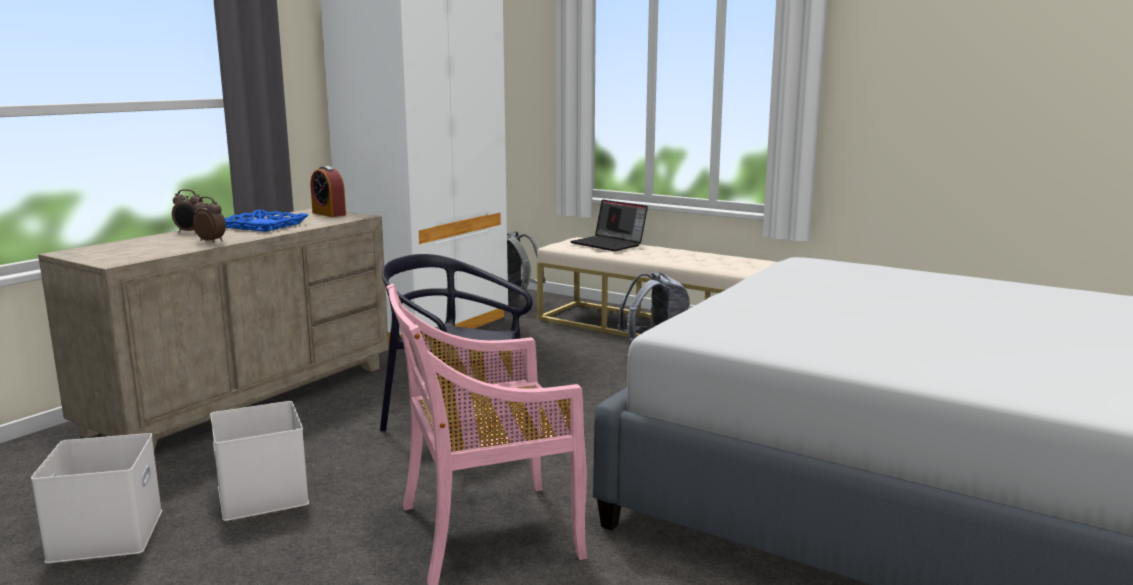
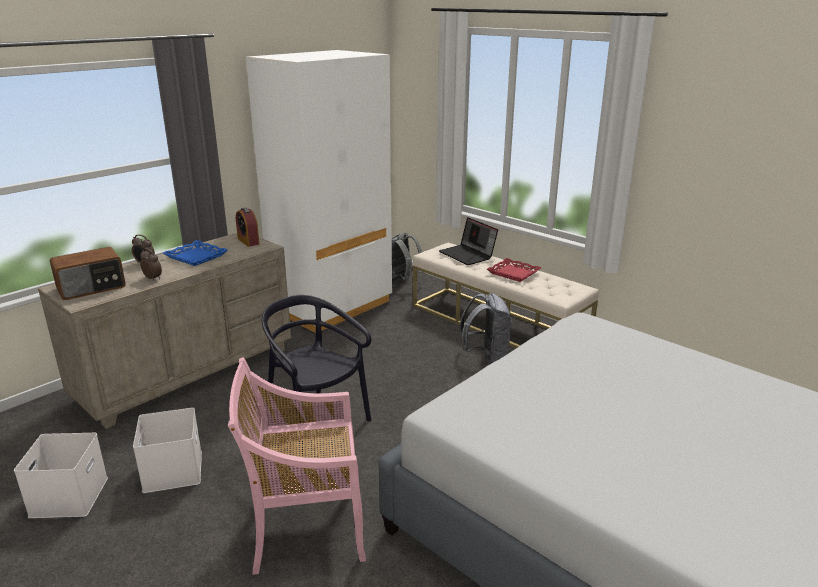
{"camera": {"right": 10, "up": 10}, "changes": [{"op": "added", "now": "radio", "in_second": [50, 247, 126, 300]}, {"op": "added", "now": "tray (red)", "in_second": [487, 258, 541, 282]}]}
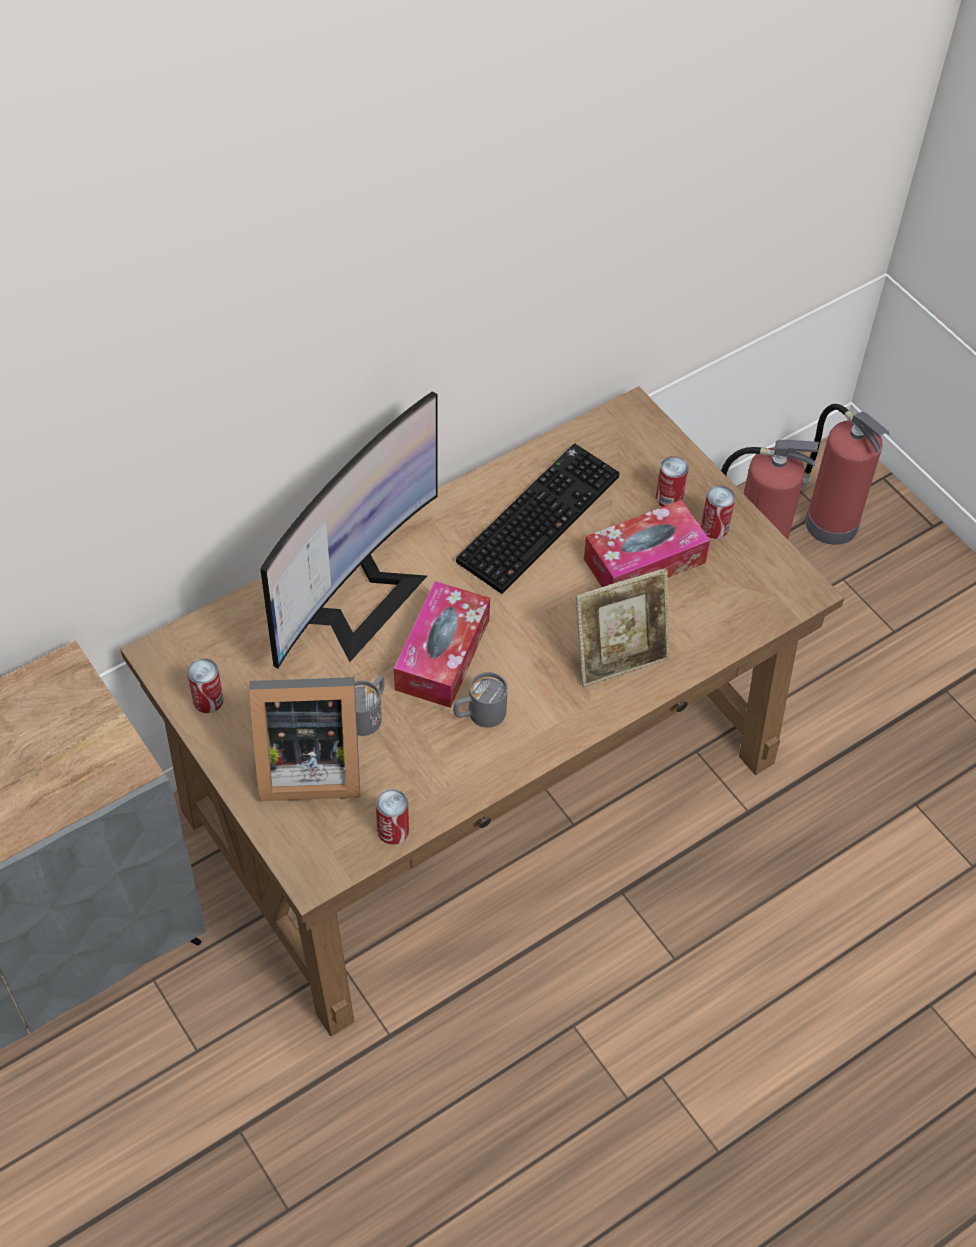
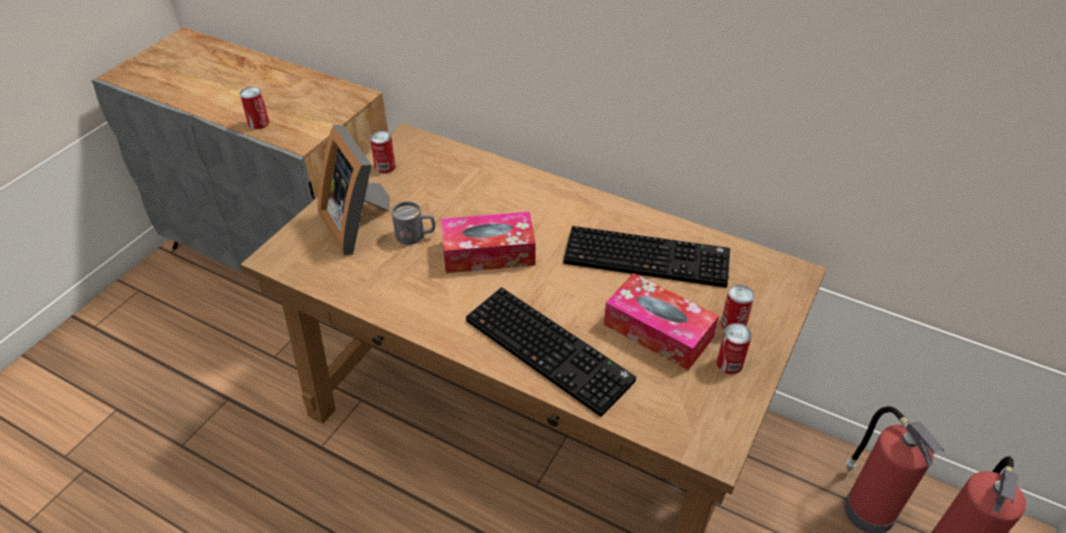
{"camera": {"right": 65, "up": -10}, "changes": [{"op": "removed", "was": "monitor", "in_first": [260, 391, 438, 669]}, {"op": "removed", "was": "mug (grey)", "in_first": [453, 672, 508, 728]}, {"op": "moved", "was": "can", "in_first": [376, 789, 409, 845], "in_second": [239, 87, 269, 129]}, {"op": "replaced", "was": "picture frame", "now": "keyboard", "in_first": [576, 568, 670, 687], "in_second": [466, 287, 636, 417]}]}
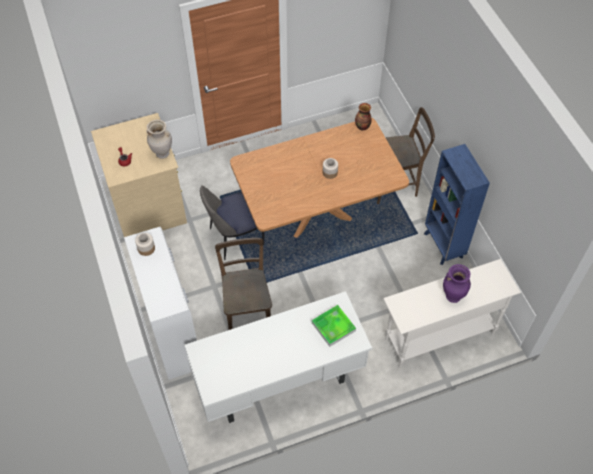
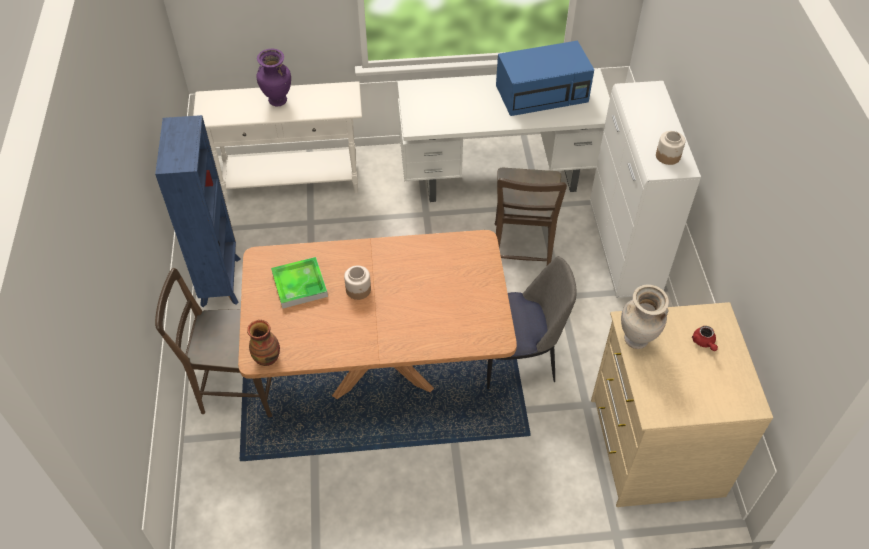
{"camera": {"right": -165, "up": -5}, "changes": [{"op": "added", "now": "microwave (blue)", "in_second": [496, 41, 594, 116]}, {"op": "moved", "was": "tray", "in_first": [312, 305, 356, 347], "in_second": [271, 257, 328, 309]}]}
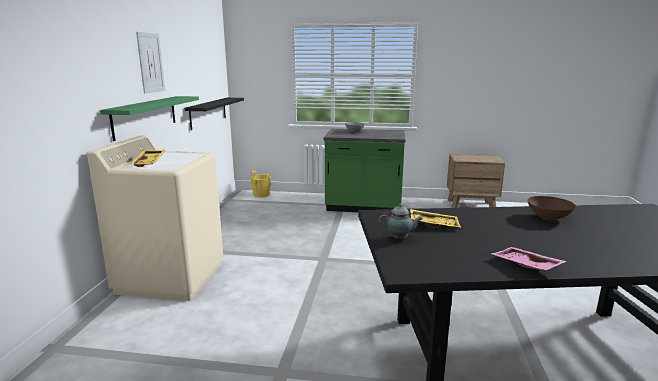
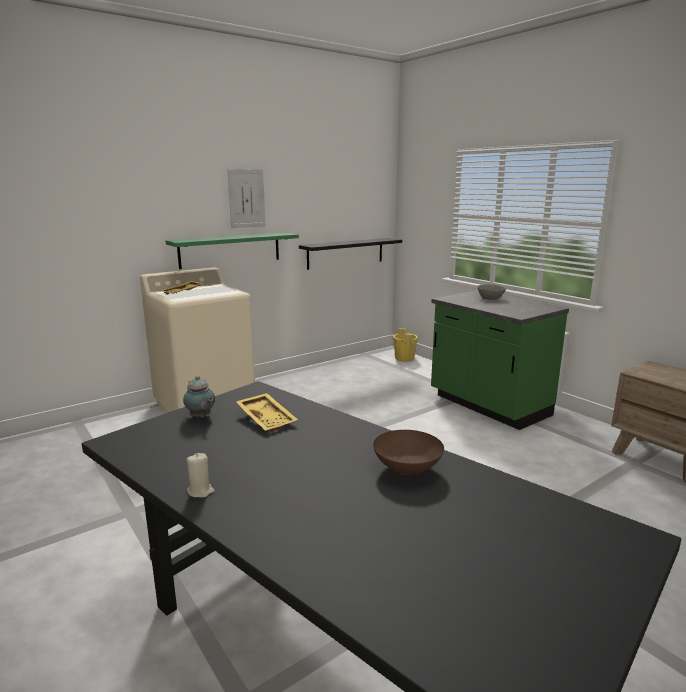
{"camera": {"right": 45, "up": 0}, "changes": [{"op": "replaced", "was": "tray (pink)", "now": "candle (beige)", "in_first": [491, 247, 567, 271], "in_second": [187, 453, 215, 498]}]}
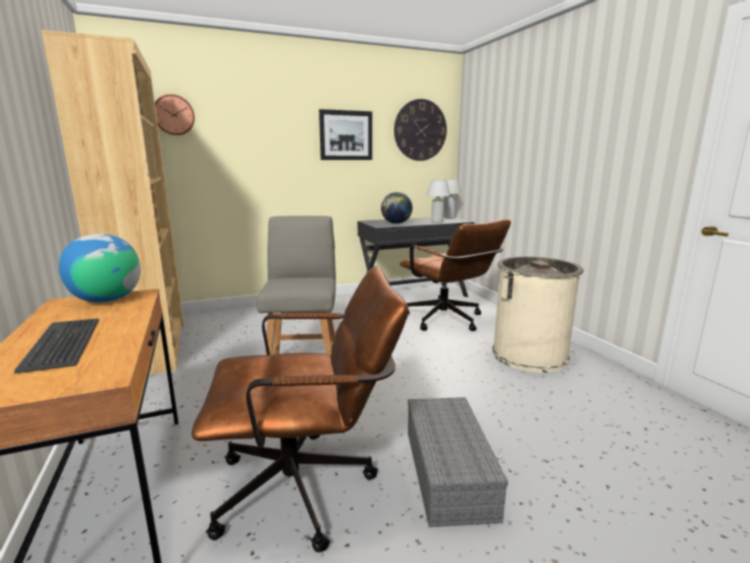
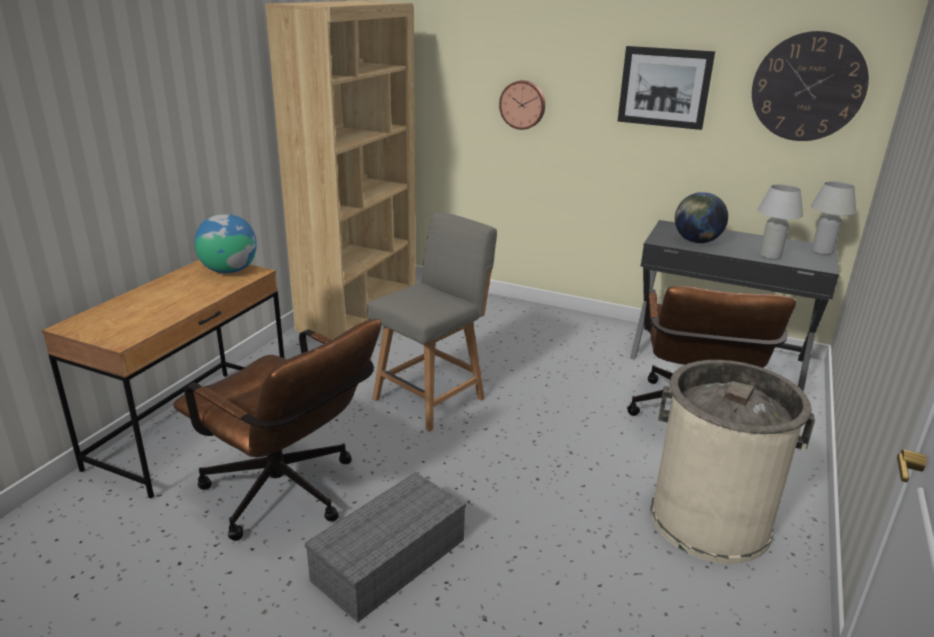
{"camera": {"right": 45, "up": 10}, "changes": [{"op": "removed", "was": "keyboard", "in_first": [14, 318, 99, 373]}, {"op": "moved", "was": "wall clock", "in_first": [155, 94, 195, 135], "in_second": [499, 80, 545, 130]}]}
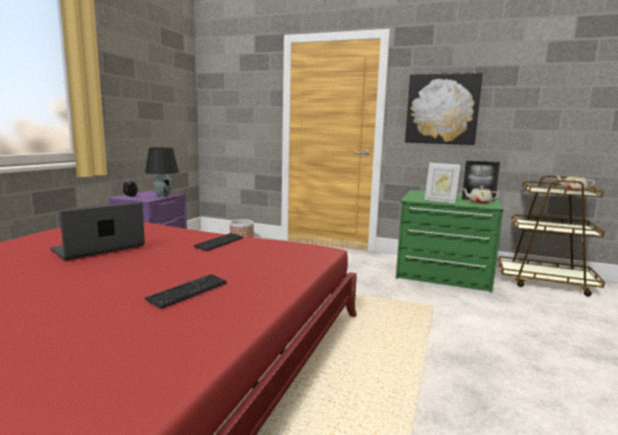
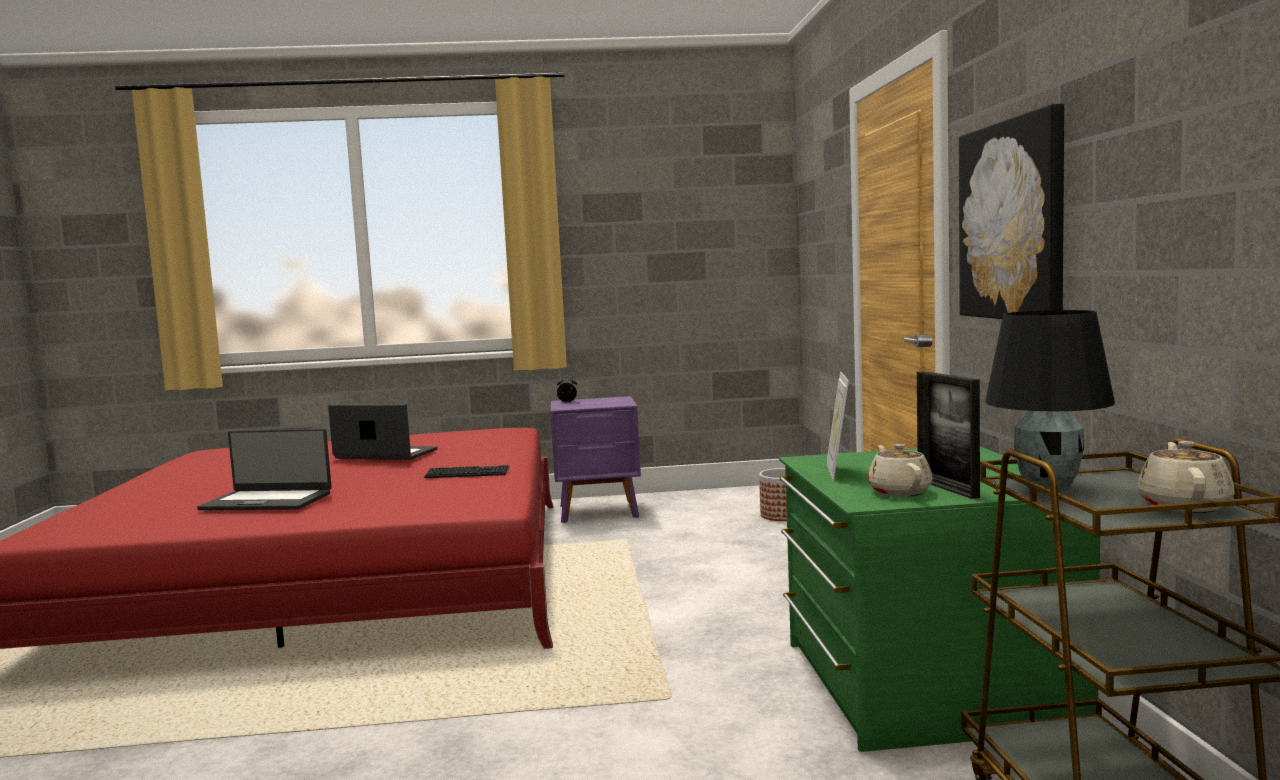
{"camera": {"right": 65, "up": -5}, "changes": [{"op": "moved", "was": "table lamp (black)", "in_first": [145, 148, 179, 197], "in_second": [985, 310, 1115, 493]}, {"op": "replaced", "was": "keyboard", "now": "laptop", "in_first": [144, 274, 227, 309], "in_second": [197, 429, 332, 510]}]}
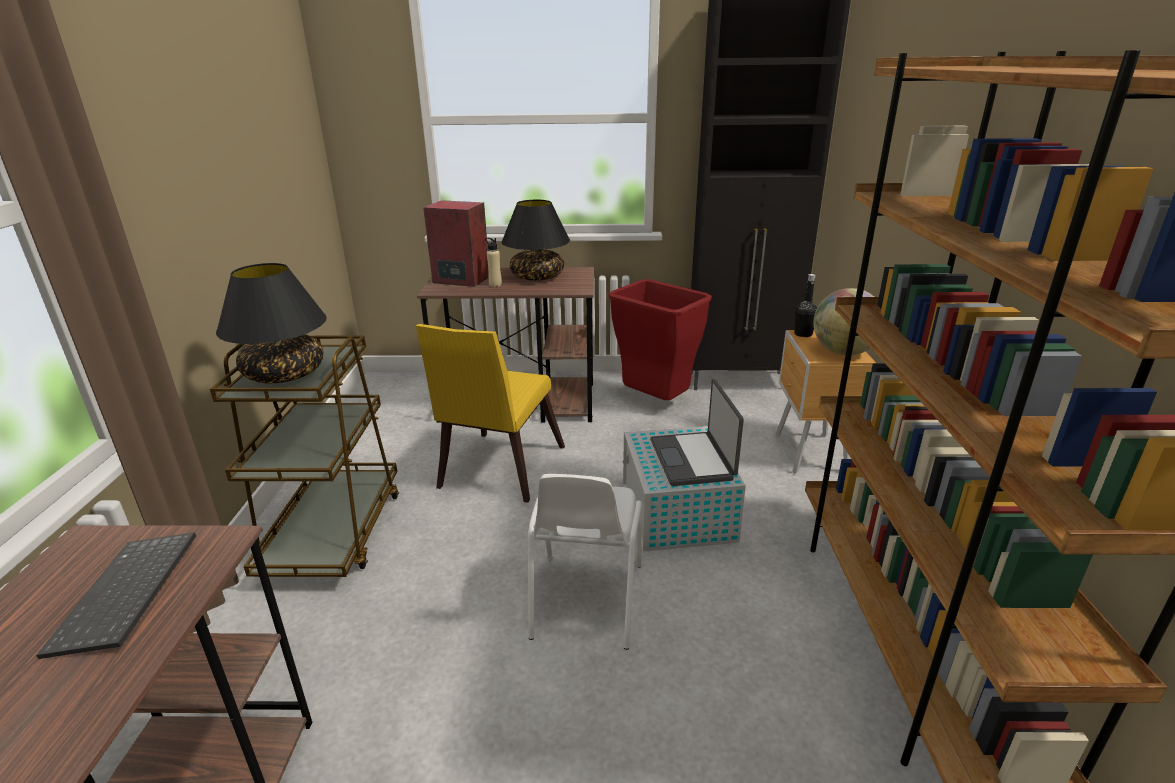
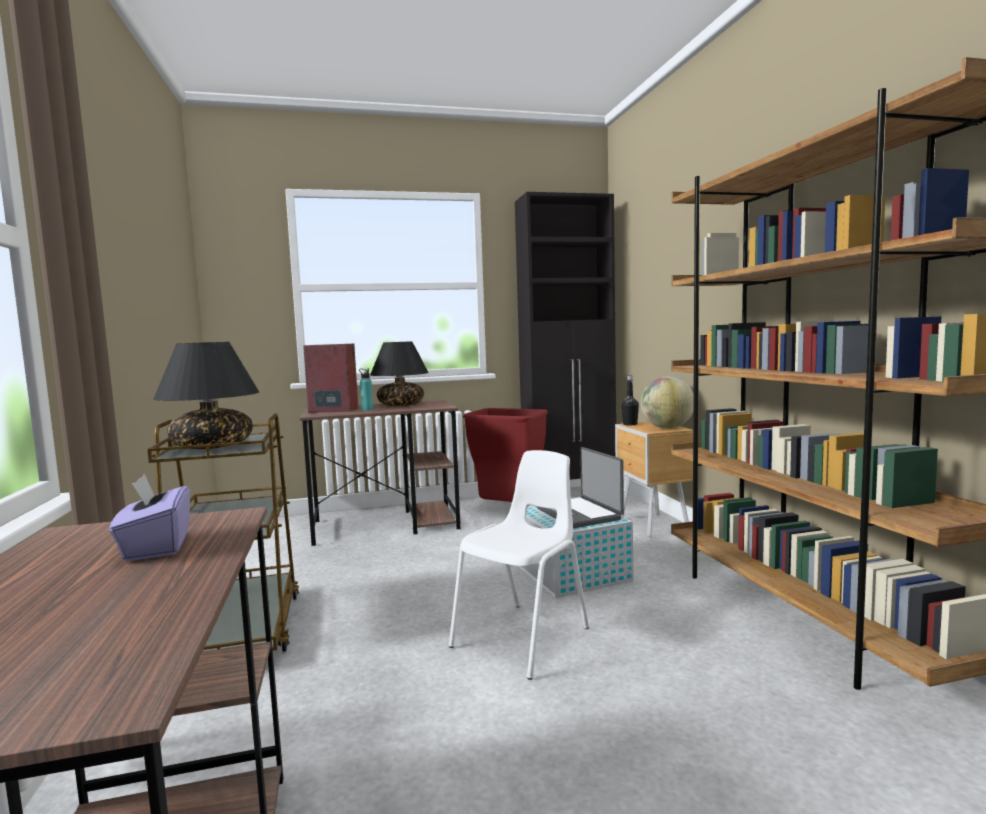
{"camera": {"right": -15, "up": -20}, "changes": [{"op": "removed", "was": "chair (yellow)", "in_first": [416, 324, 565, 503]}, {"op": "replaced", "was": "keyboard", "now": "tissue box (purple)", "in_first": [36, 532, 196, 659], "in_second": [109, 474, 190, 561]}, {"op": "recoloured", "was": "bottle (beige)", "now": "bottle (turquoise)", "in_first": [485, 238, 502, 287], "in_second": [359, 369, 373, 411]}, {"op": "turned", "was": "chair (white)", "in_first": [528, 474, 642, 650], "in_second": [449, 450, 589, 680], "clockwise": -135}]}
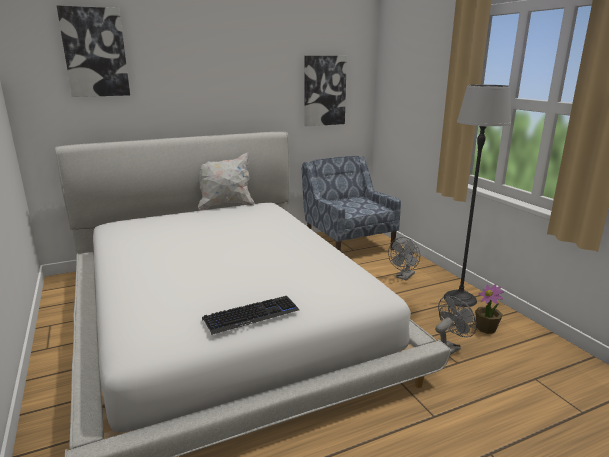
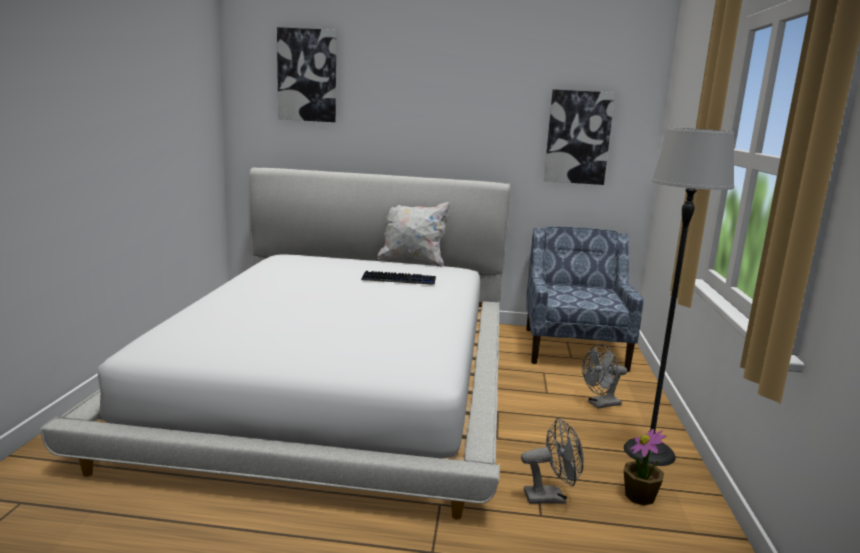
{"camera": {"right": 30, "up": -5}, "changes": [{"op": "moved", "was": "keyboard", "in_first": [202, 296, 299, 335], "in_second": [361, 271, 436, 285]}]}
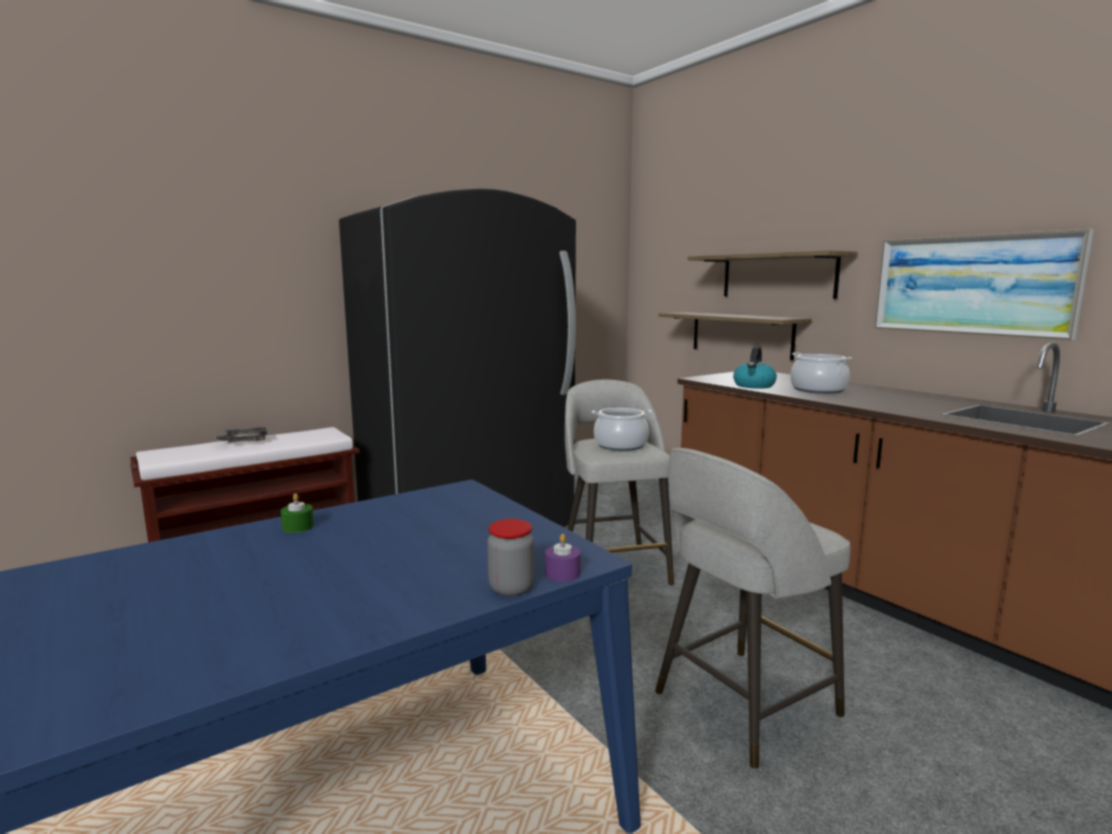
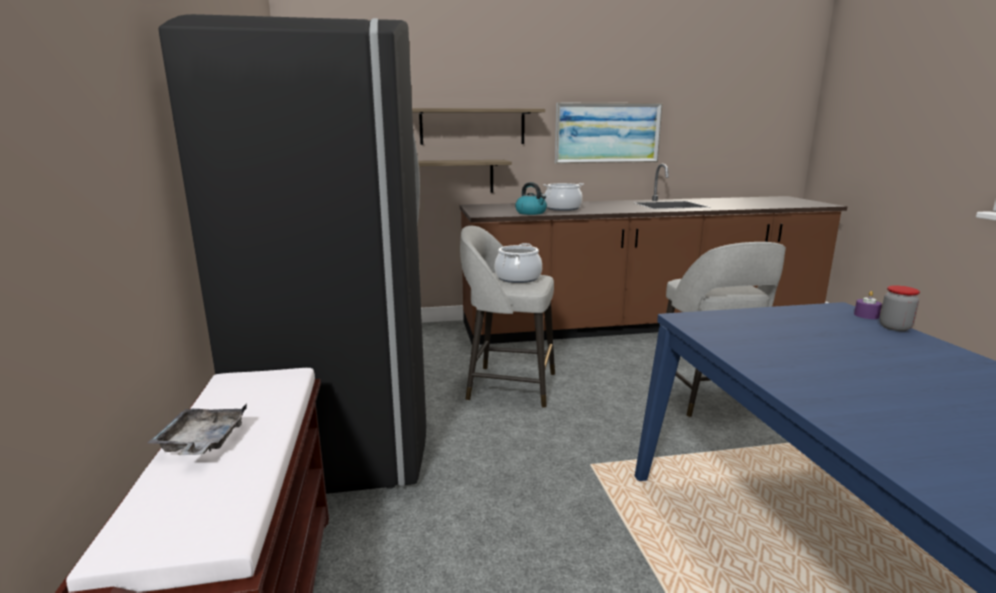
{"camera": {"right": -65, "up": 5}, "changes": [{"op": "removed", "was": "candle (green)", "in_first": [281, 493, 314, 533]}]}
